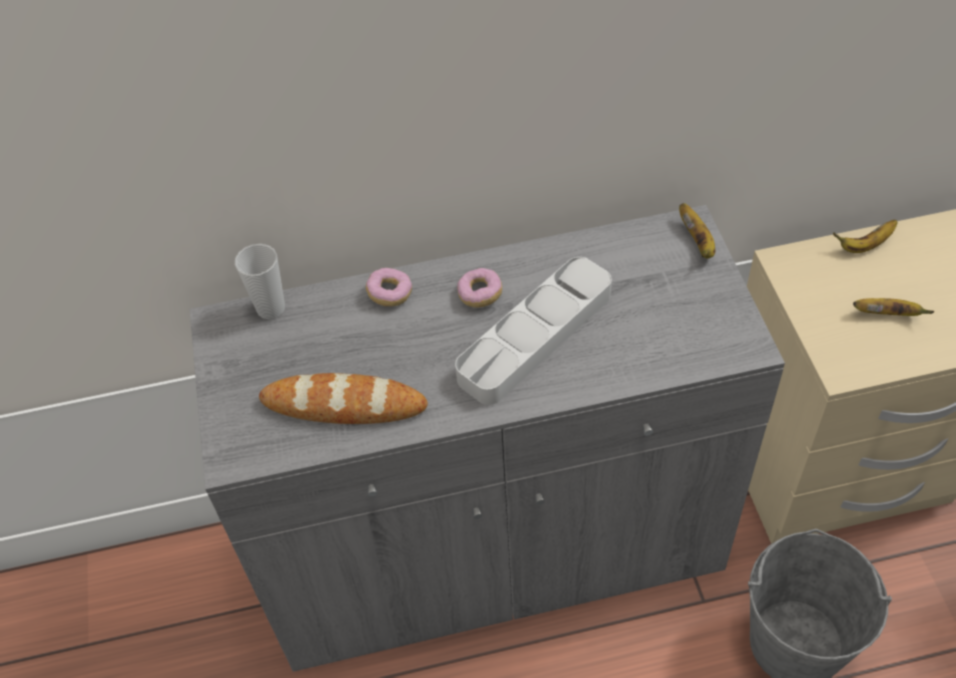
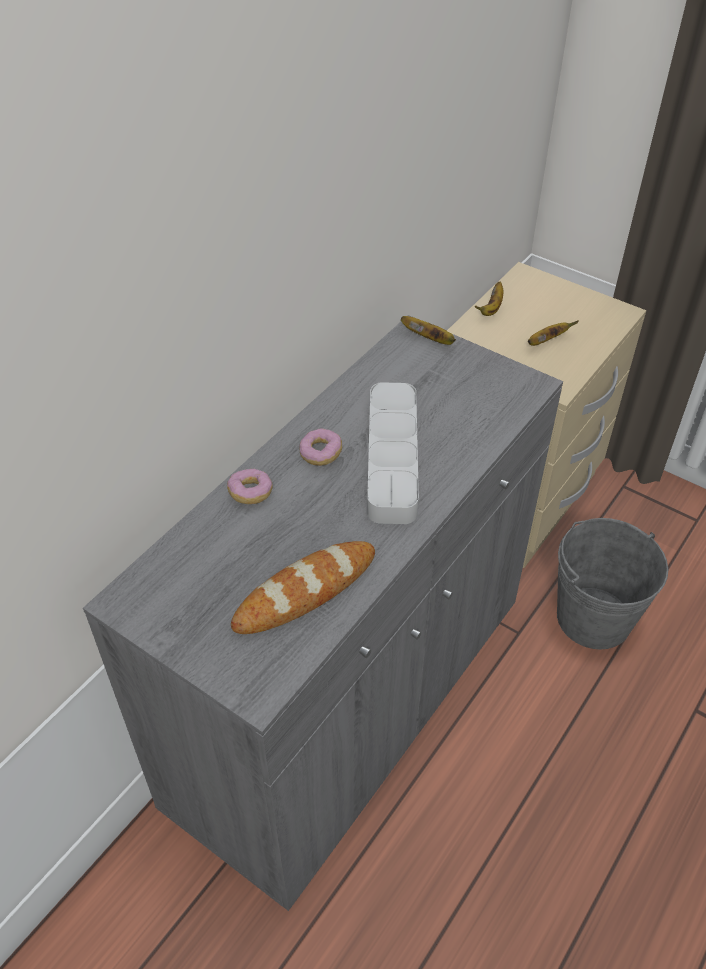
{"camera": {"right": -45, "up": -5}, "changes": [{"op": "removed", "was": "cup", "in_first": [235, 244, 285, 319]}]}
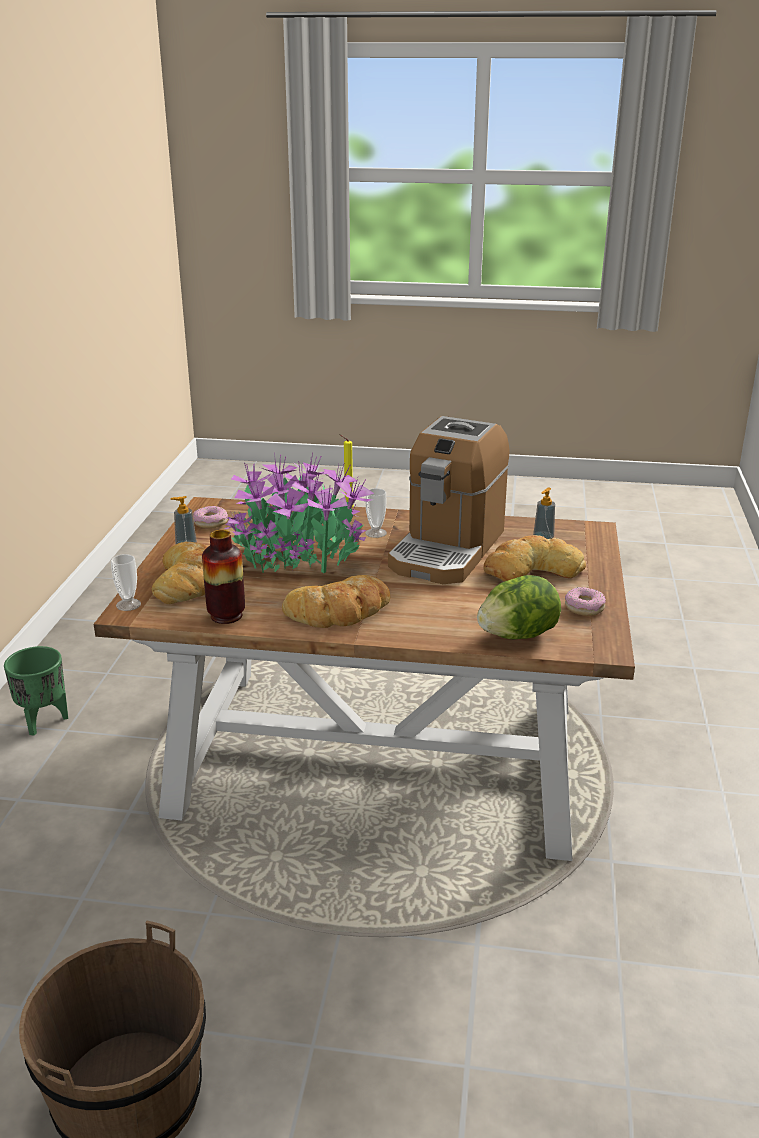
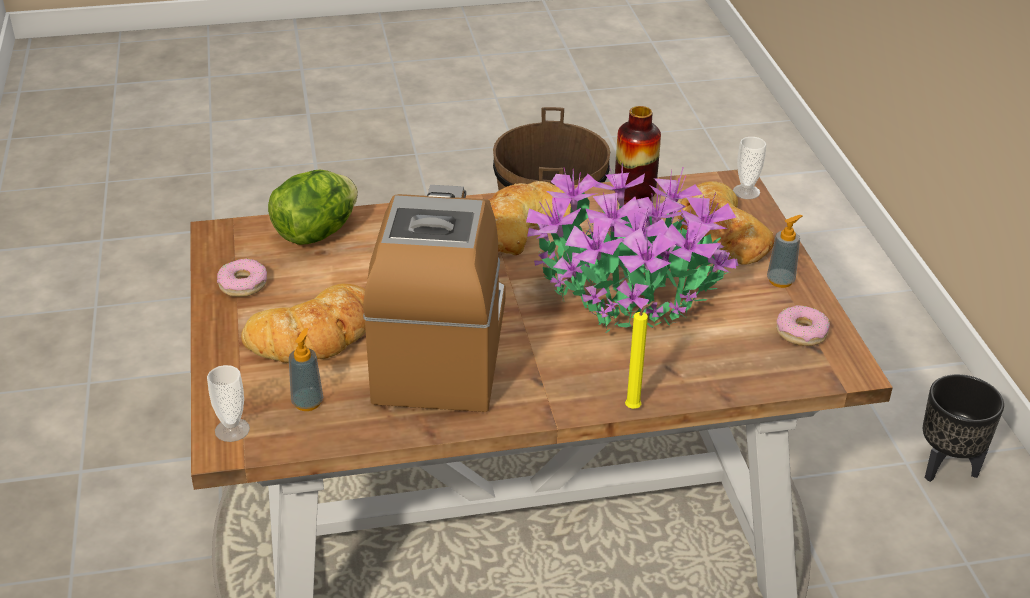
{"camera": {"right": 160, "up": 10}, "changes": [{"op": "moved", "was": "cup", "in_first": [365, 488, 387, 538], "in_second": [207, 365, 250, 442]}, {"op": "recoloured", "was": "planter (green)", "now": "planter (black)", "in_first": [4, 646, 68, 736], "in_second": [923, 374, 1004, 482]}]}
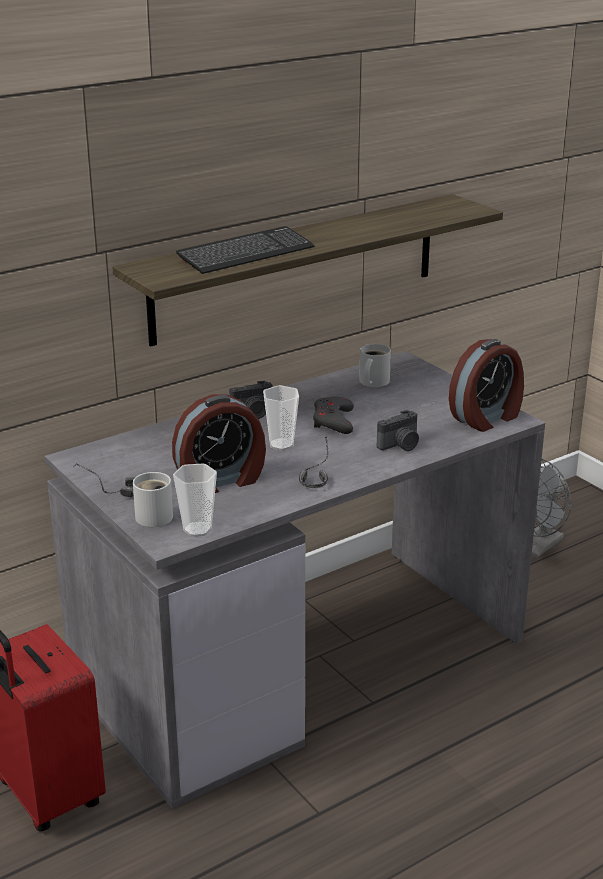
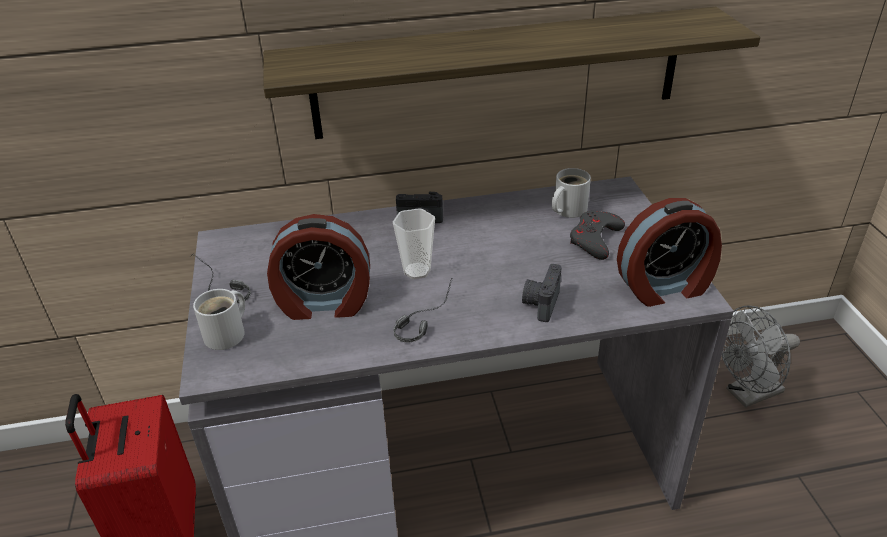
{"camera": {"right": 25, "up": 10}, "changes": [{"op": "removed", "was": "cup", "in_first": [173, 463, 217, 537]}, {"op": "removed", "was": "keyboard", "in_first": [176, 226, 314, 274]}, {"op": "moved", "was": "game controller (grey)", "in_first": [313, 397, 354, 434], "in_second": [570, 211, 625, 260]}, {"op": "turned", "was": "photo camera", "in_first": [377, 410, 419, 451], "in_second": [522, 264, 562, 322], "clockwise": 120}]}
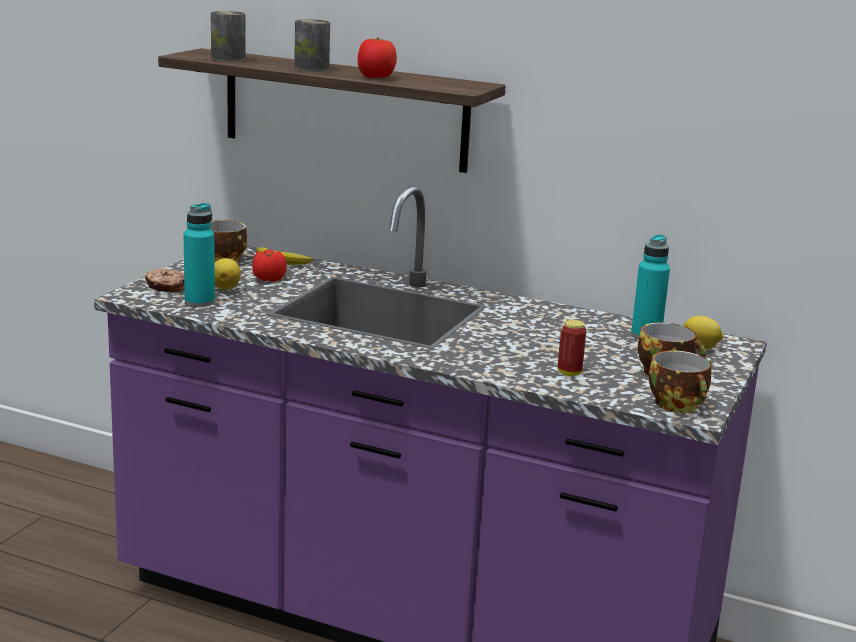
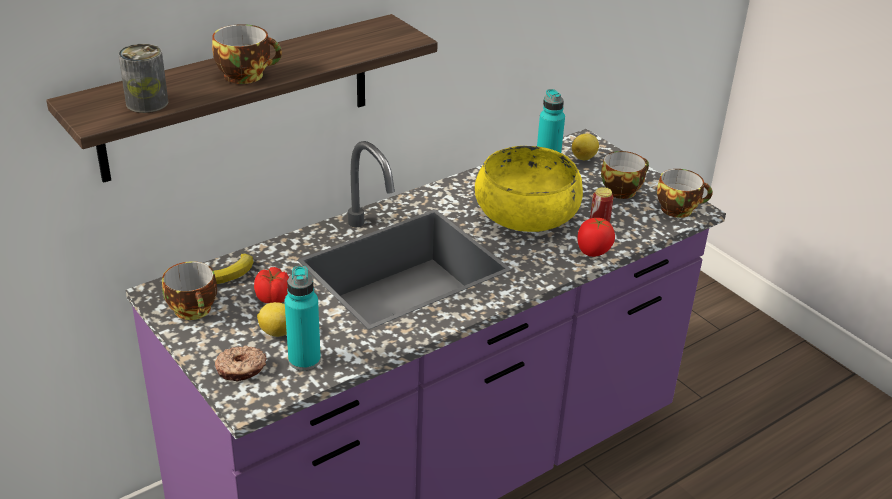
{"camera": {"right": -60, "up": 15}, "changes": [{"op": "added", "now": "bowl (yellow)", "in_second": [475, 146, 583, 232]}, {"op": "moved", "was": "tomato", "in_first": [357, 37, 397, 78], "in_second": [577, 218, 615, 257]}, {"op": "replaced", "was": "can", "now": "cup", "in_first": [294, 19, 330, 72], "in_second": [212, 24, 282, 84]}]}
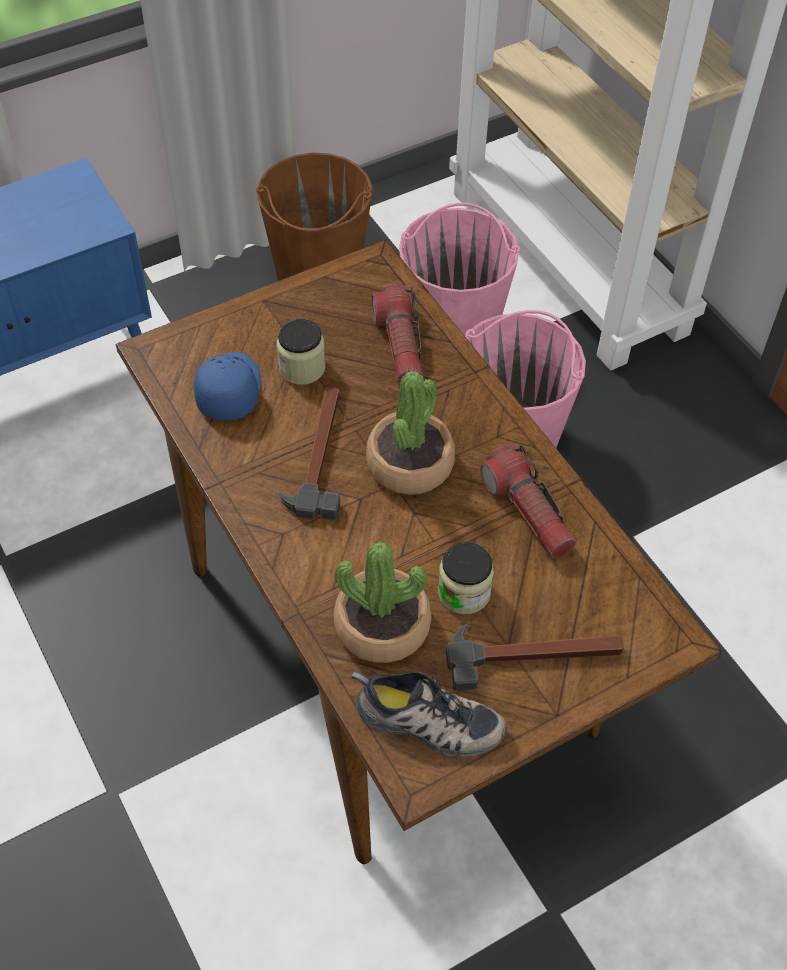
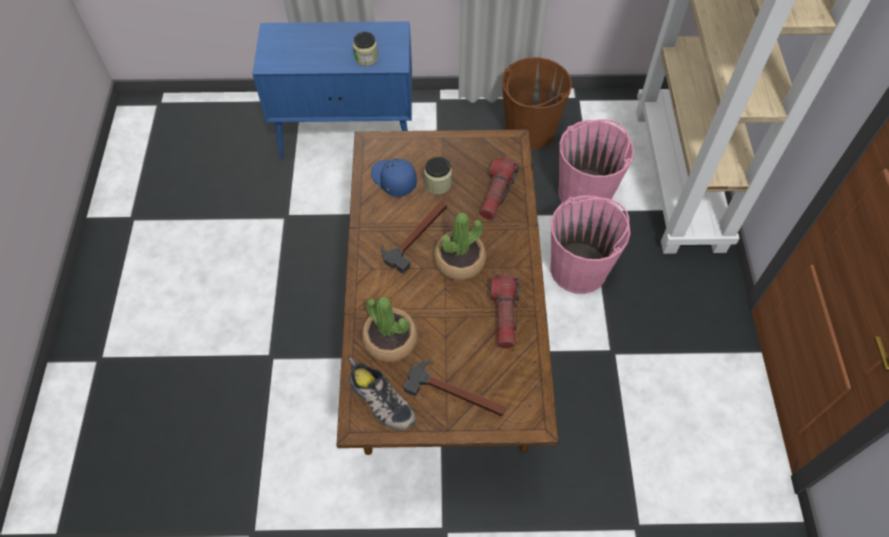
{"camera": {"right": 30, "up": 5}, "changes": [{"op": "moved", "was": "jar", "in_first": [438, 542, 494, 614], "in_second": [353, 32, 378, 66]}, {"op": "turned", "was": "cap (blue)", "in_first": [194, 352, 261, 421], "in_second": [371, 158, 417, 197], "clockwise": -75}]}
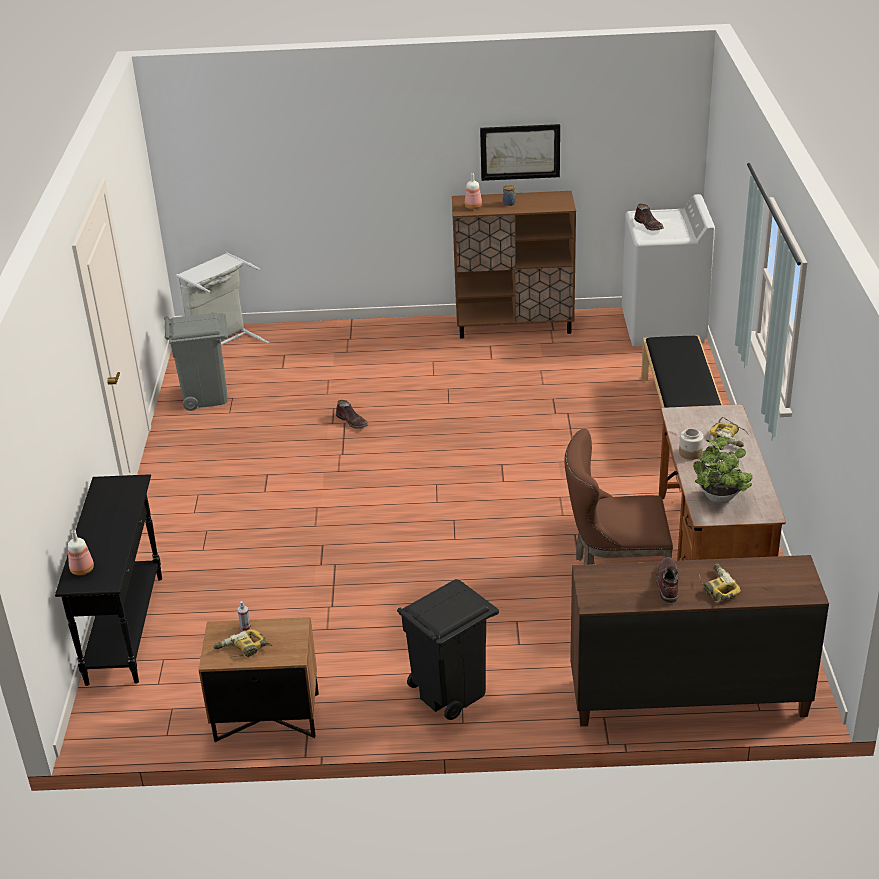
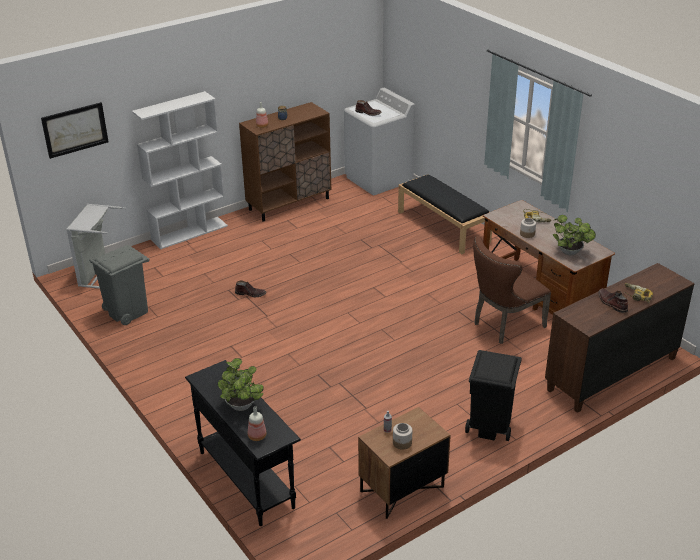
{"camera": {"right": -35, "up": 0}, "changes": [{"op": "added", "now": "bookcase (white)", "in_second": [132, 91, 228, 249]}, {"op": "added", "now": "potted plant", "in_second": [218, 358, 264, 411]}, {"op": "moved", "was": "picture", "in_first": [480, 124, 560, 181], "in_second": [41, 102, 108, 159]}, {"op": "replaced", "was": "power drill", "now": "jar", "in_first": [214, 629, 273, 658], "in_second": [393, 423, 412, 450]}]}
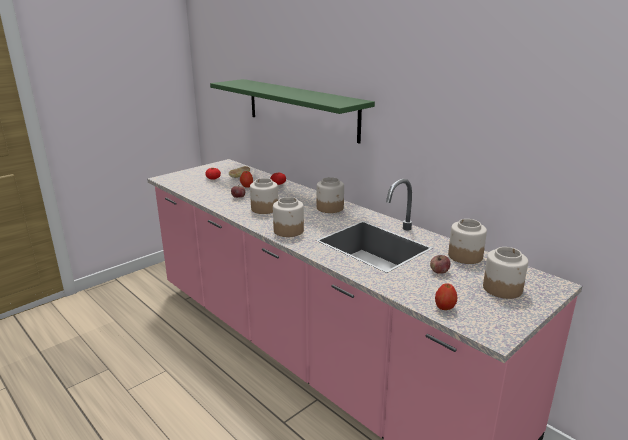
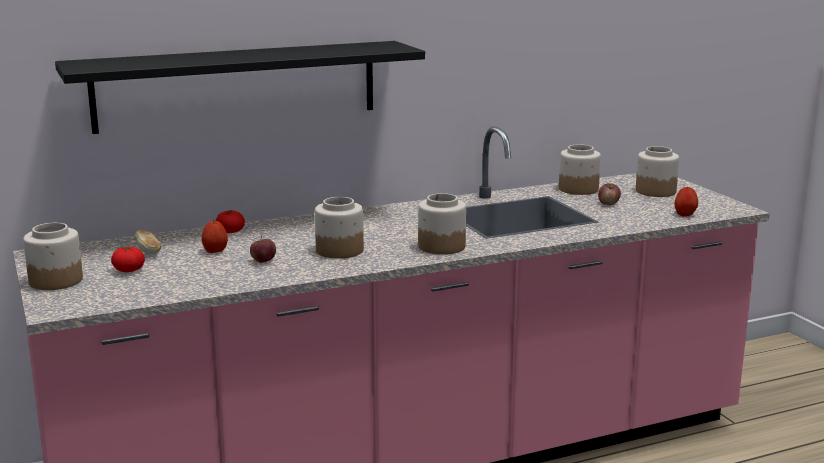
{"camera": {"right": -70, "up": -5}, "changes": [{"op": "moved", "was": "jar", "in_first": [317, 177, 344, 213], "in_second": [23, 223, 83, 290]}, {"op": "recoloured", "was": "shelf (green)", "now": "shelf (black)", "in_first": [210, 79, 375, 144], "in_second": [55, 41, 425, 134]}]}
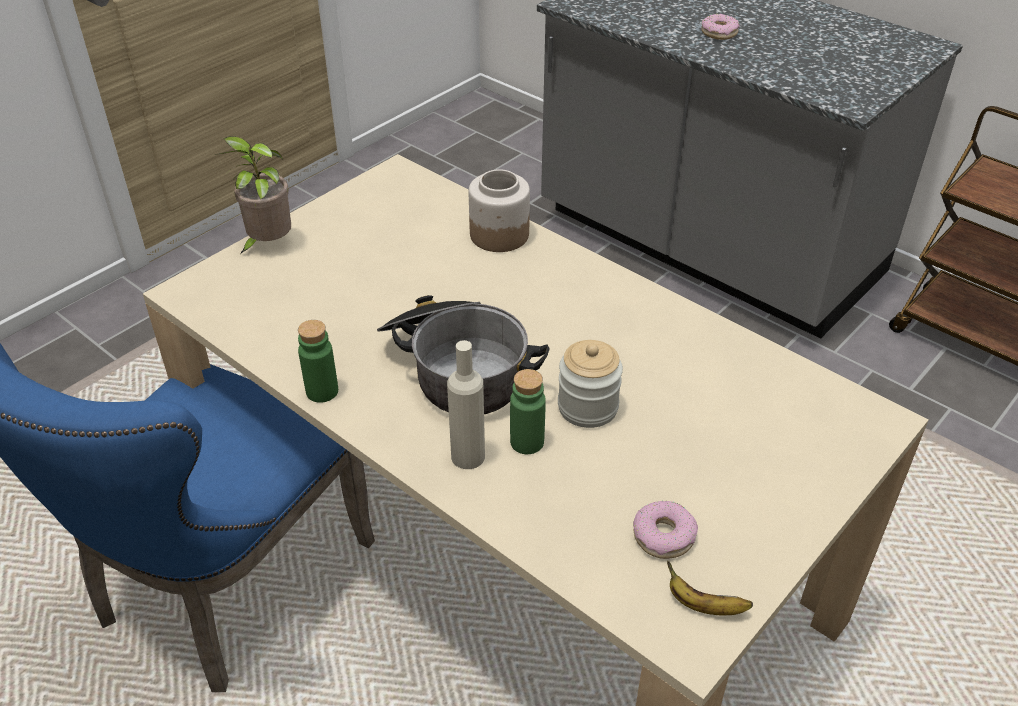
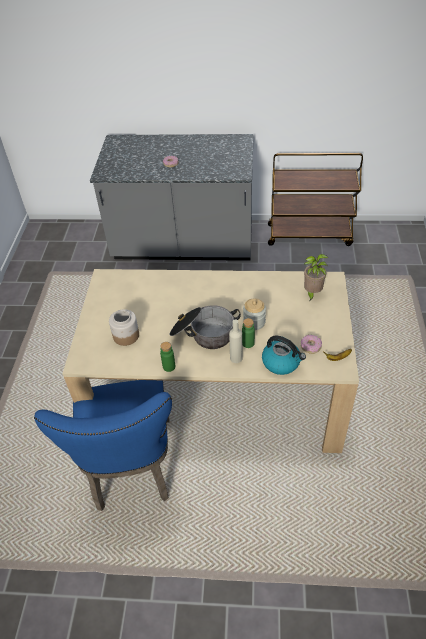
{"camera": {"right": -35, "up": 5}, "changes": [{"op": "added", "now": "kettle", "in_second": [262, 336, 306, 375]}, {"op": "moved", "was": "potted plant", "in_first": [215, 136, 291, 254], "in_second": [304, 254, 329, 302]}, {"op": "moved", "was": "jar", "in_first": [469, 169, 530, 252], "in_second": [109, 309, 139, 346]}]}
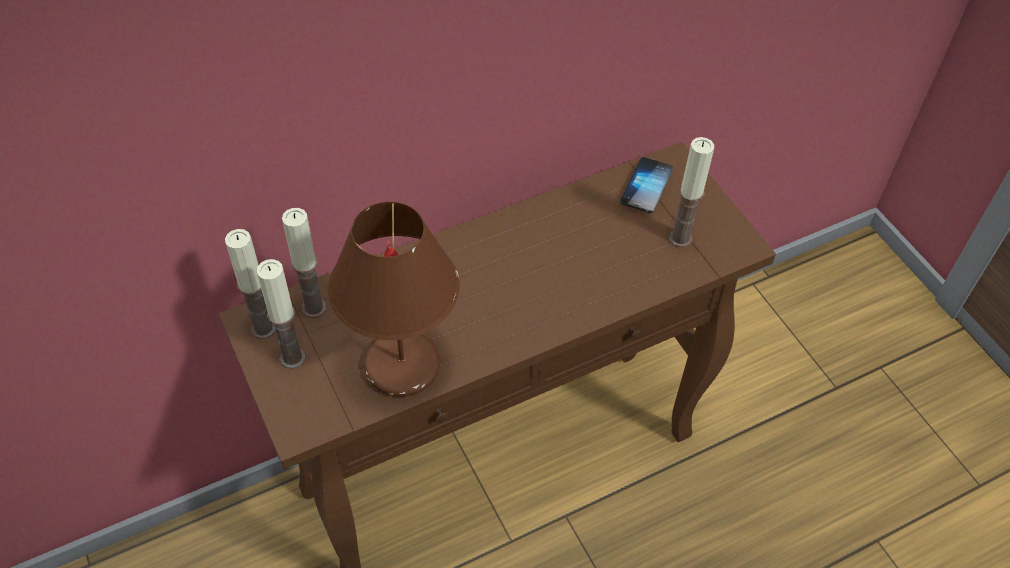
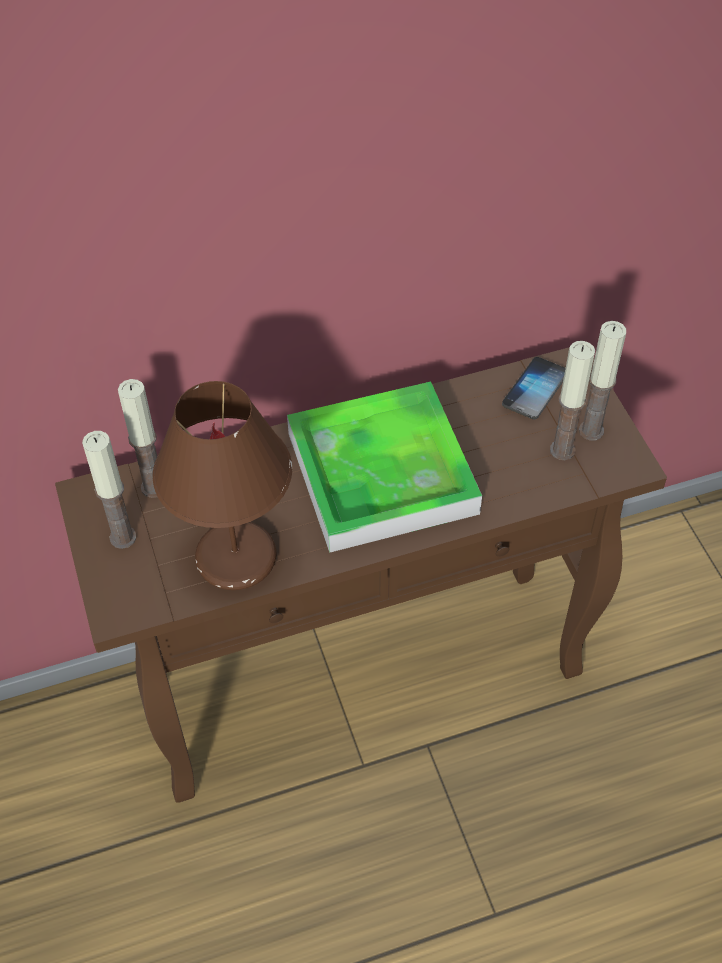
{"camera": {"right": 10, "up": 0}, "changes": [{"op": "added", "now": "tray", "in_second": [287, 382, 482, 553]}, {"op": "moved", "was": "candle", "in_first": [225, 229, 275, 339], "in_second": [579, 321, 626, 441]}]}
